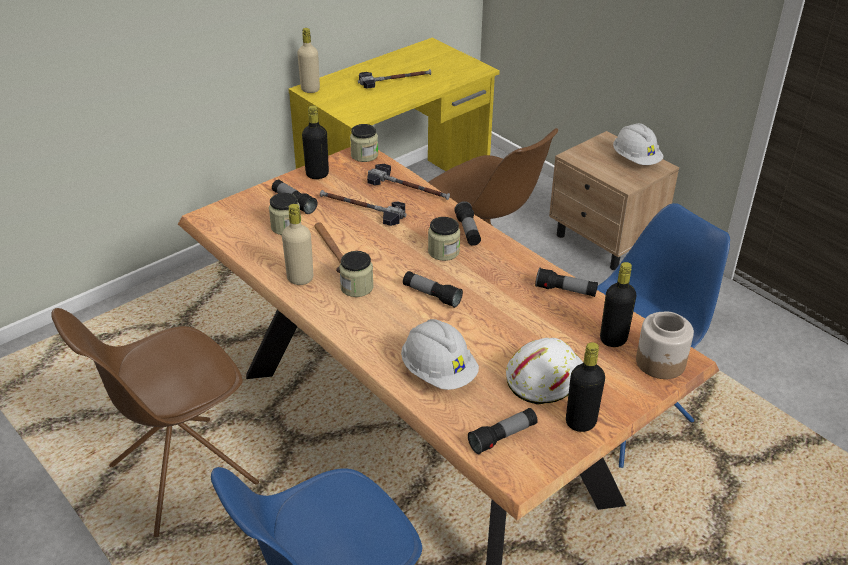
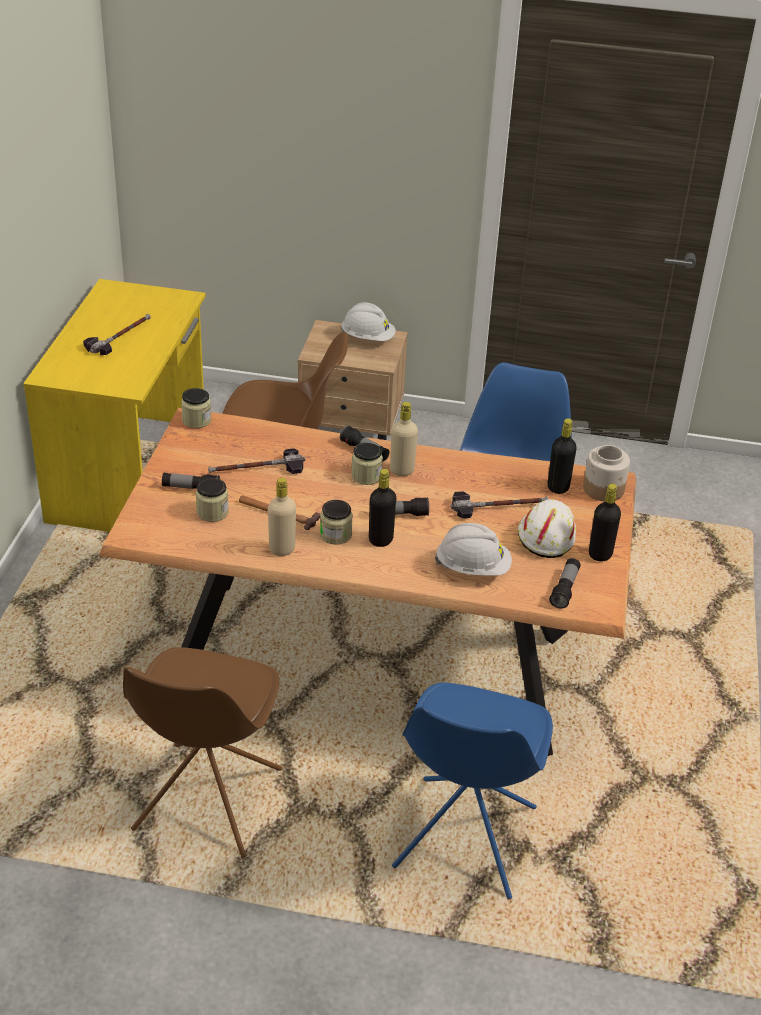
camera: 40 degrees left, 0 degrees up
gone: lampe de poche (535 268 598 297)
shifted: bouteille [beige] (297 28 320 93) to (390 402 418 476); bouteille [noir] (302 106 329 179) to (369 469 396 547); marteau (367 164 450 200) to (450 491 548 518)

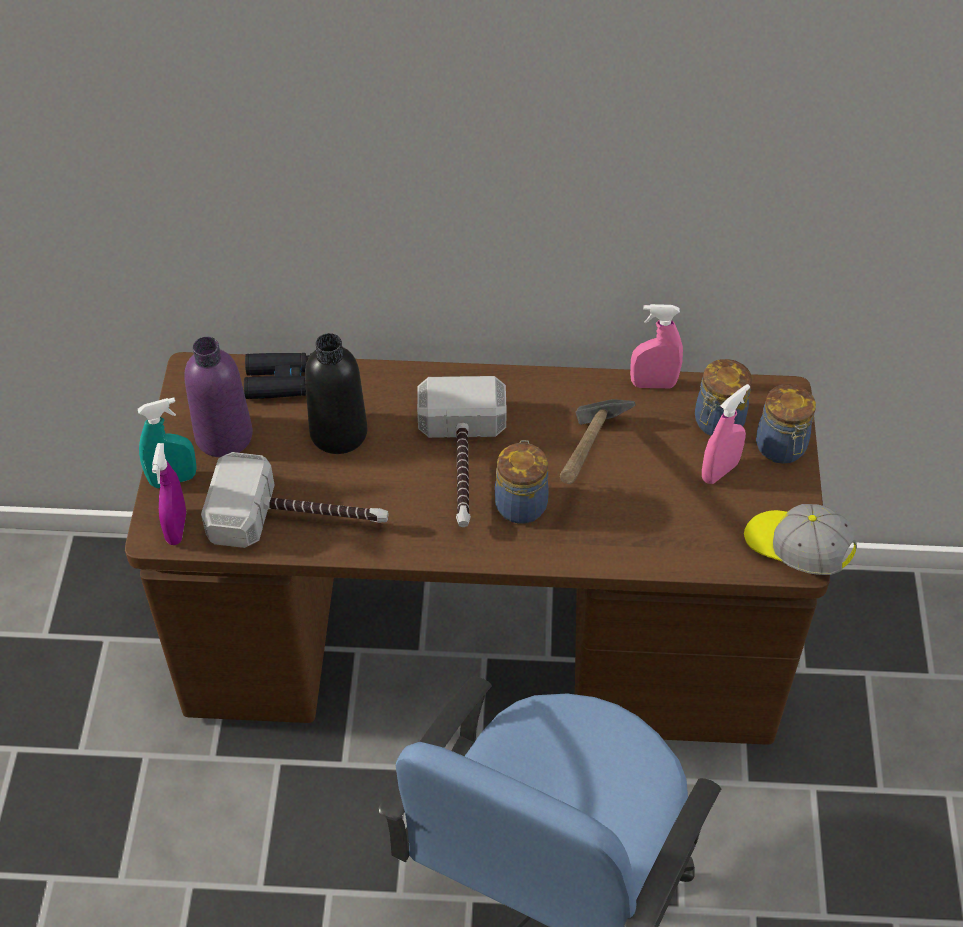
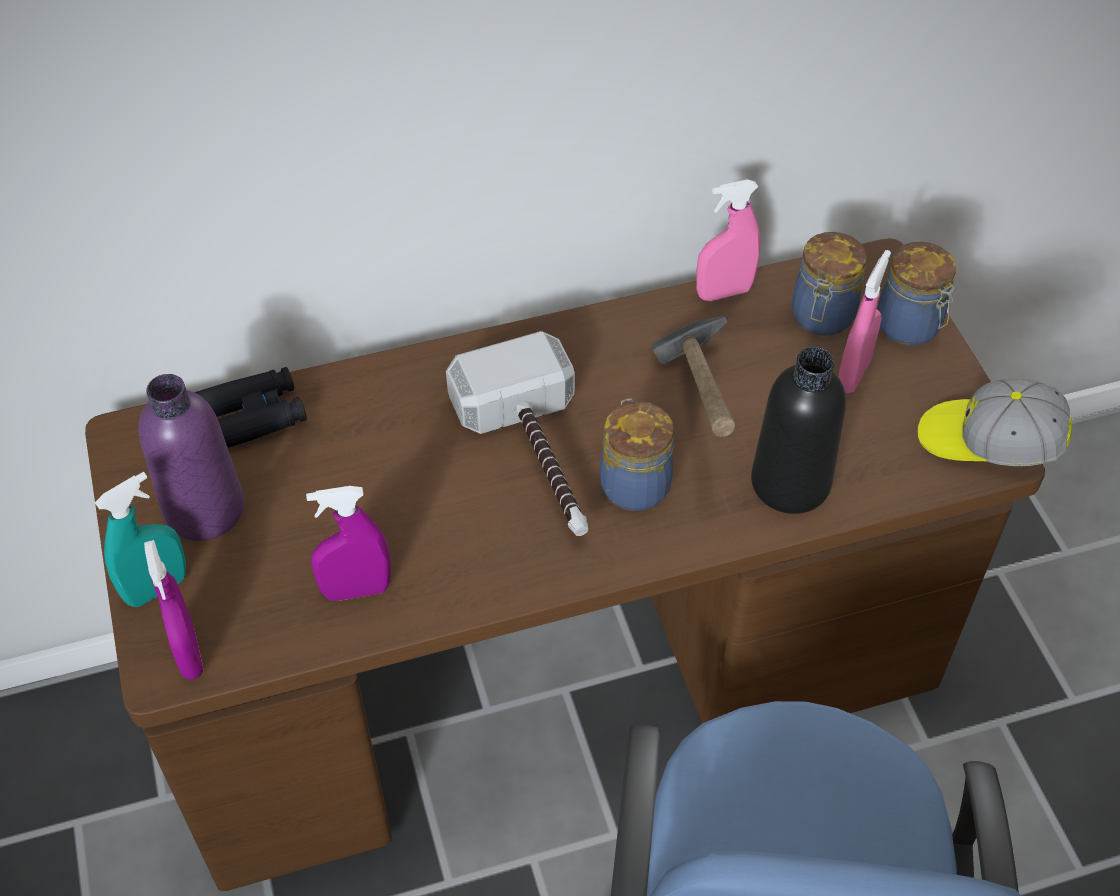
camera: 20 degrees left, 0 degrees up
shifted: bouteille [noir] (305 333 367 454) to (751 347 846 514)
swapped: marteau (201 452 388 548) to vaporisateur [violet] (306 486 391 601)

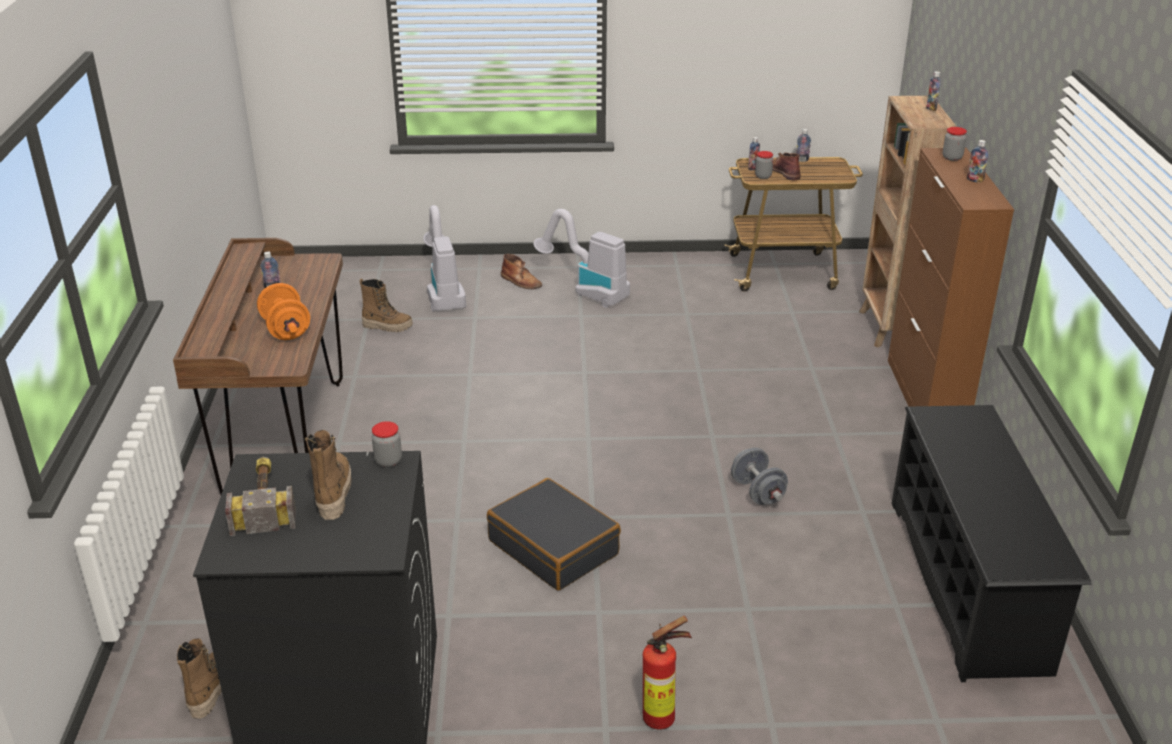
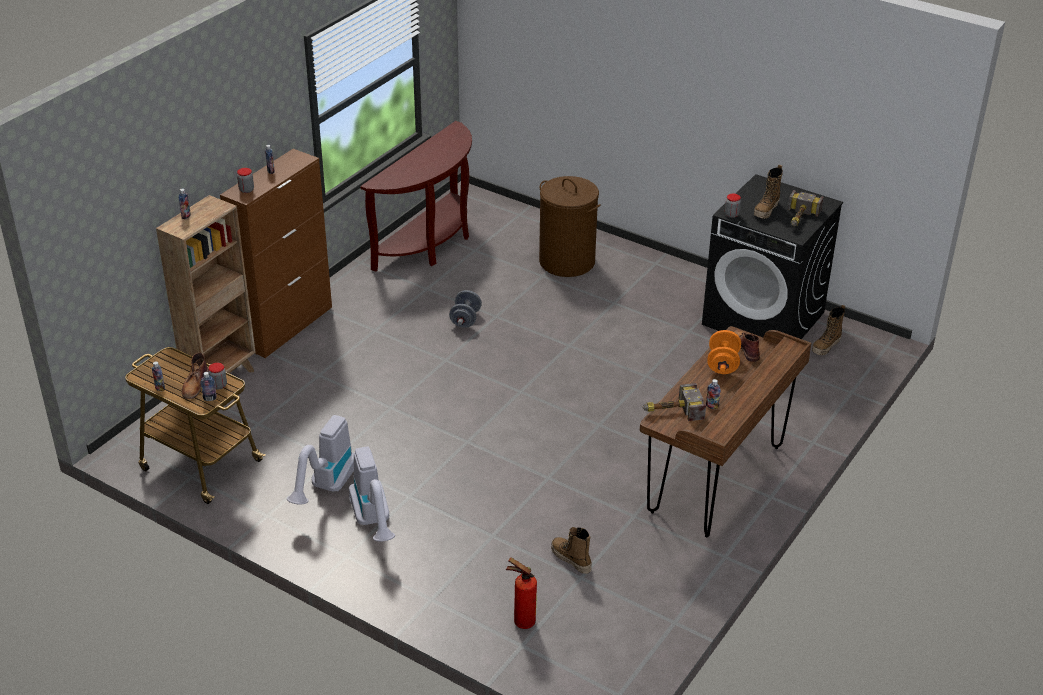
camera: 145 degrees left, 5 degrees up
gone: valise [noir] (487 478 621 591)
new: panier à linge [marron] (539 176 601 277); marteau (642 383 706 421)
shifted: aspirateur (423 205 466 311) to (287 415 354 504); botte [marron] (501 254 542 289) to (733 330 760 362); extincteur (643 616 692 730) to (506 558 537 629)
swapped: étagère à chaussures [noir] (892 405 1091 682) to table console [marron] (360 121 472 272)

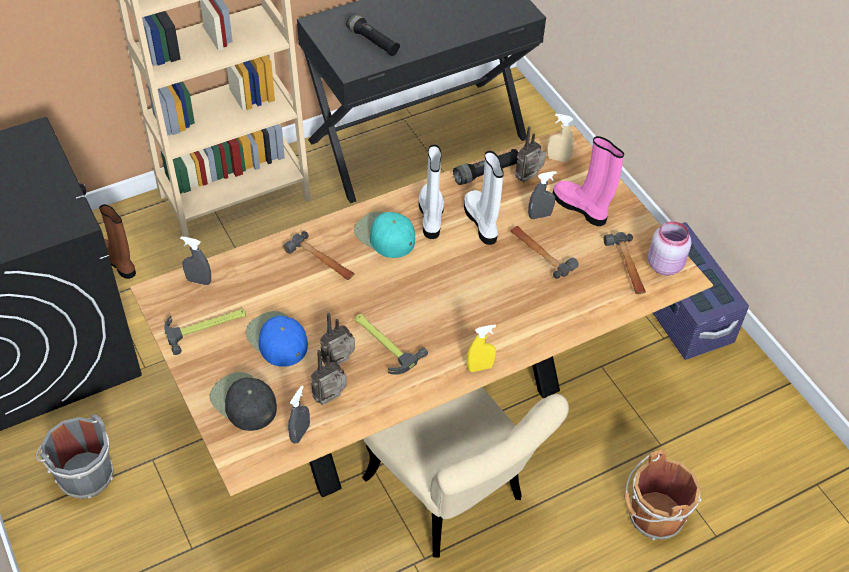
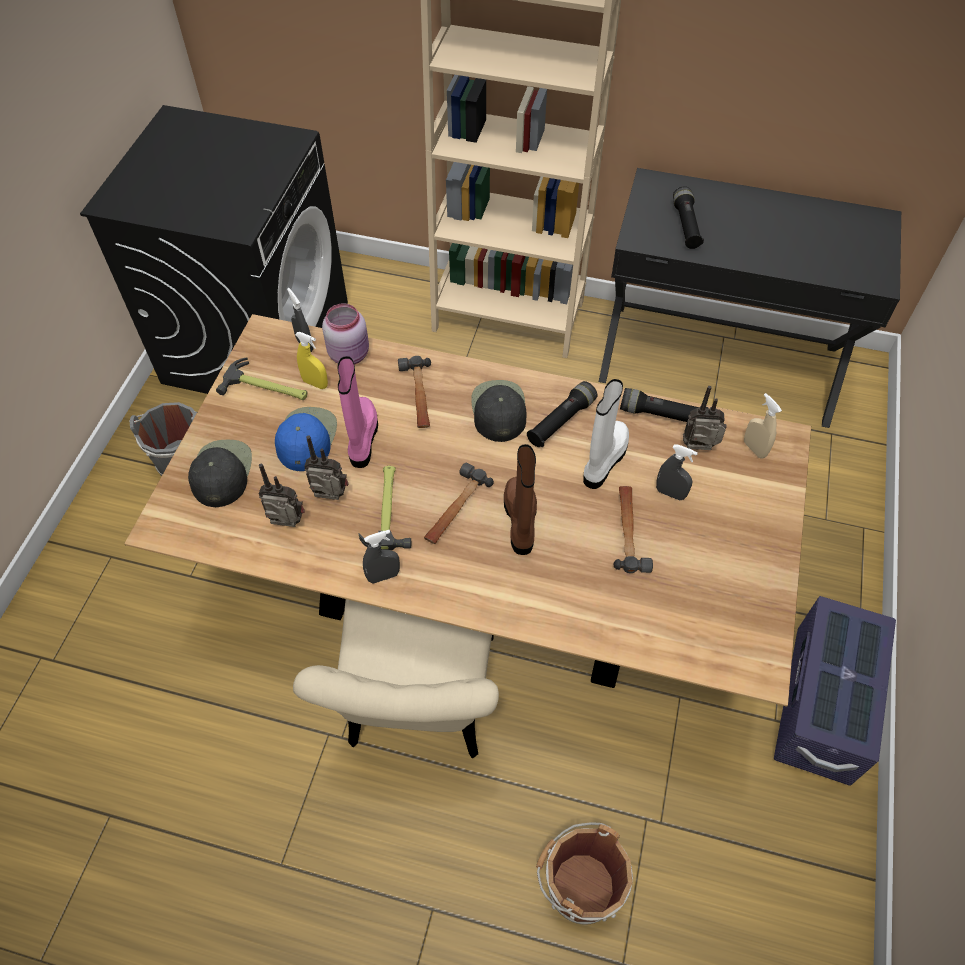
camera: 45 degrees right, 5 degrees up
shifted: botte [marron] (99 204 136 279) to (504 444 537 555); vaporisateur [gris] (288 386 310 444) to (363 530 400 584); vaporisateur [jaune] (467 324 496 372) to (295 332 328 389); botte [rose] (553 136 624 226) to (337 356 378 468); marteau (604 232 646 294) to (424 463 494 544); bocal [rose] (648 221 692 276) to (322 304 369 365)
swapped: botte [blanc] (419 145 444 239) to lampe de poche [noir] (527 381 597 447)
repainted: casquette [turquoise] (354 211 415 258) to casquette [noir] (471 380 527 442)

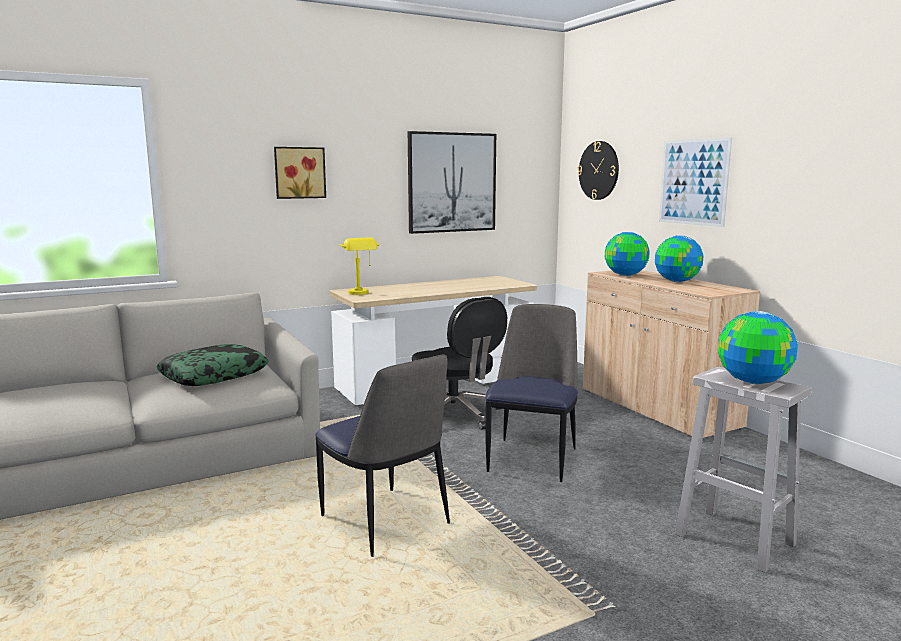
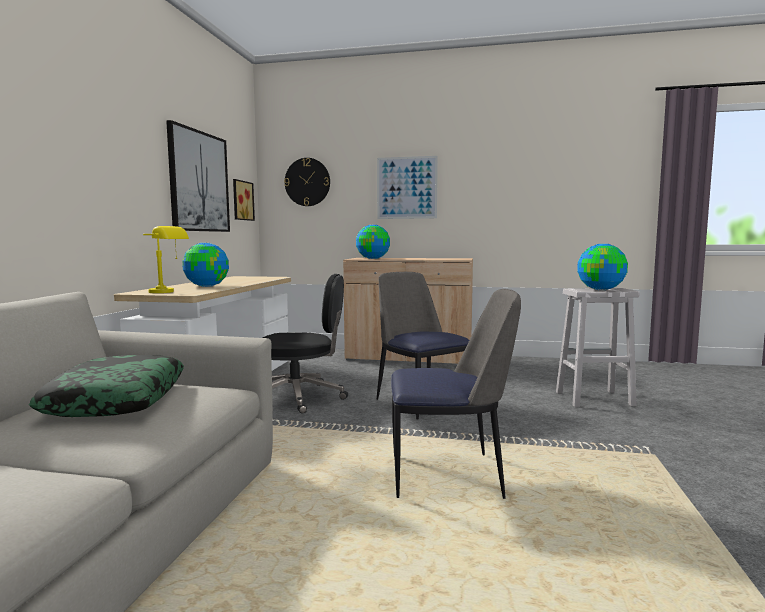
camera: 50 degrees left, 5 degrees down
shifted: tableau (274 147 326 199) to (233 179 255 221); globe (655 236 704 282) to (182 243 229 287)

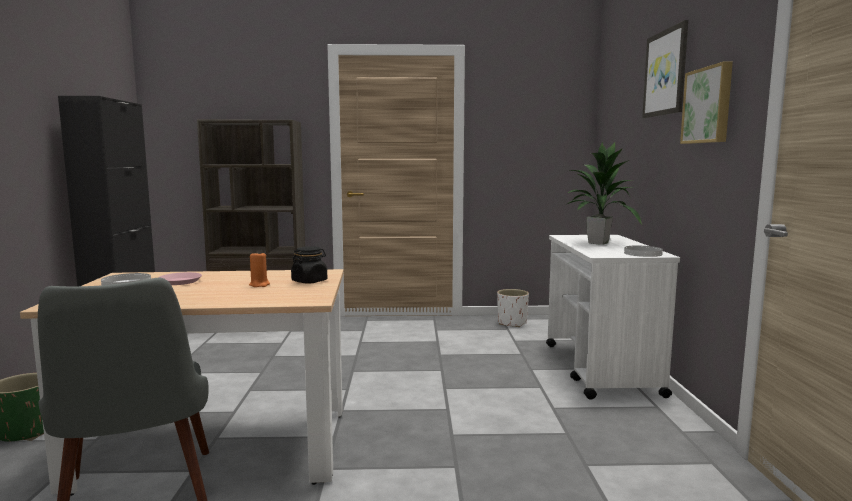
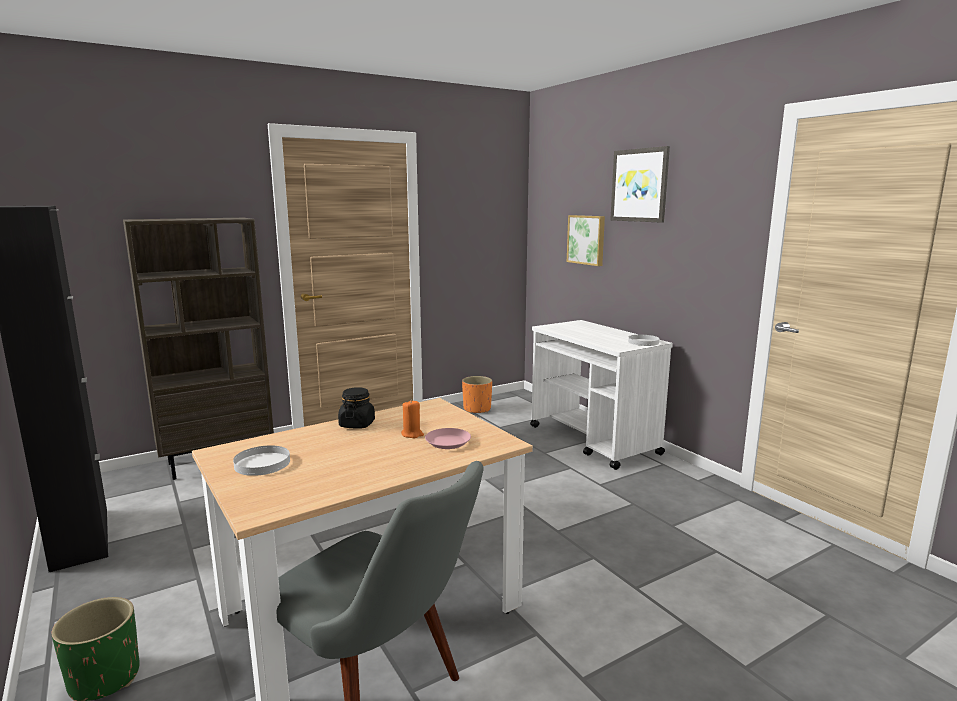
camera: 30 degrees left, 5 degrees up
gone: plante en pot (565 142 642 245)
shifted: assiette [rose] (158 272 202 285) to (425 428 471 449); bocal [noir] (291 246 327 283) to (338 387 375 429); tableau (680 62 733 144) to (567 215 605 266)
repainted: cache-pot [blanc] (497 289 529 327) to cache-pot [orange] (462 376 492 413)

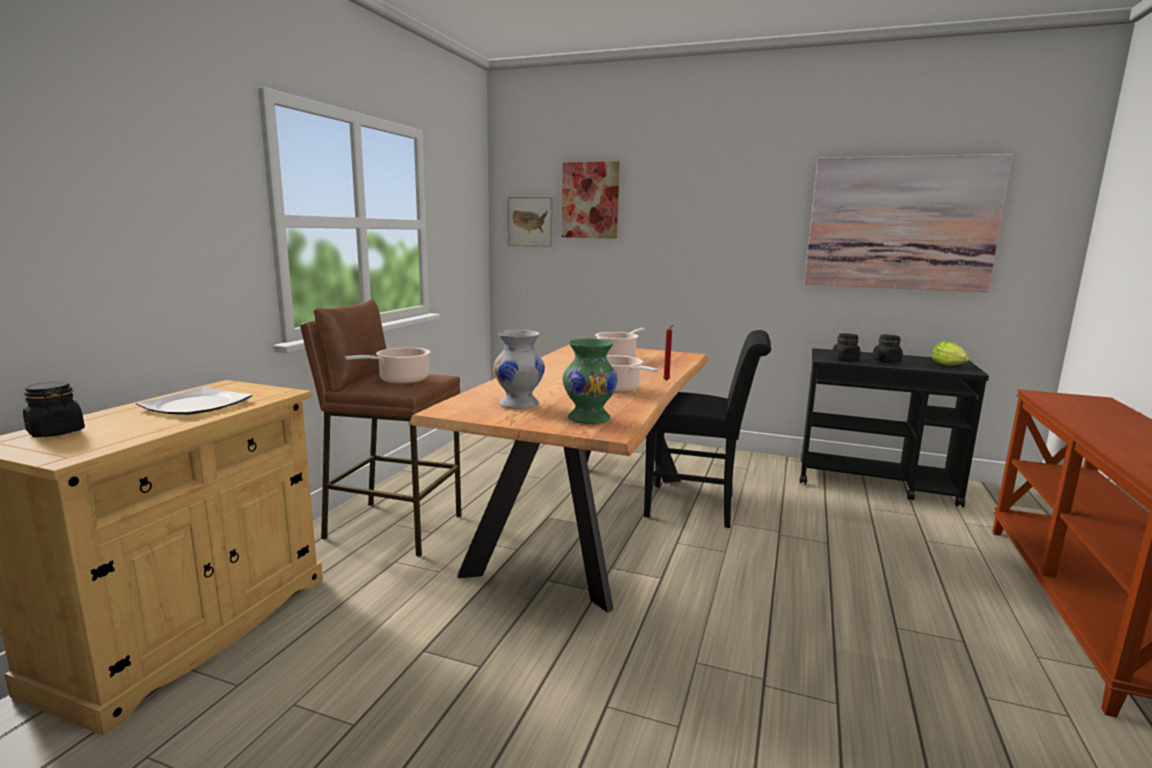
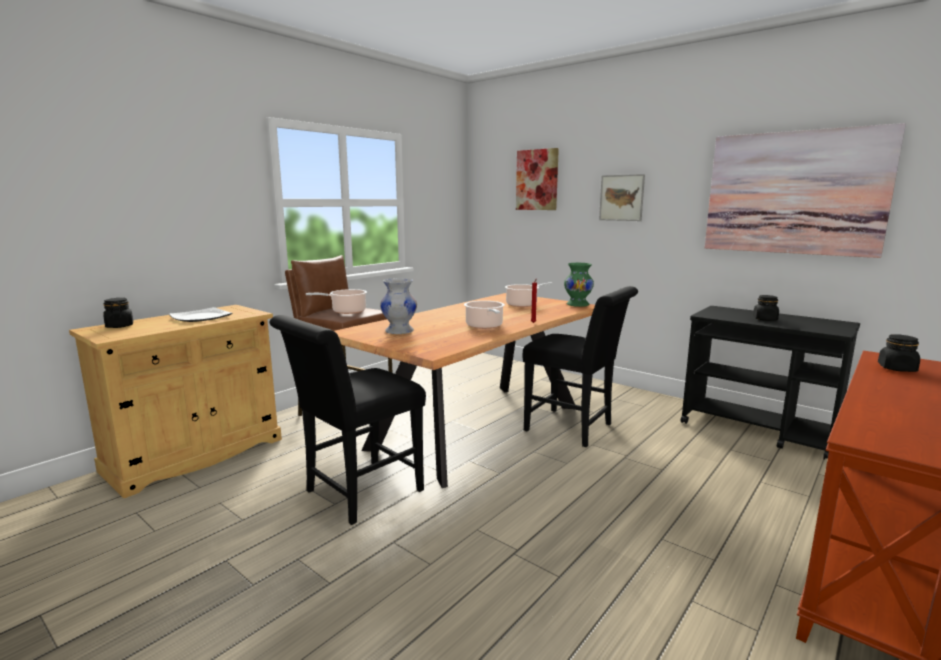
camera: 20 degrees right, 0 degrees up
gone: laitue (932 341 970 366)
new: chaise [noir] (270 315 426 525)
shifted: tableau (507 197 553 247) to (599 174 645 221); vase [vert] (563 339 618 424) to (564 263 594 307); bocal [noir] (832 333 860 361) to (878 334 920 372)

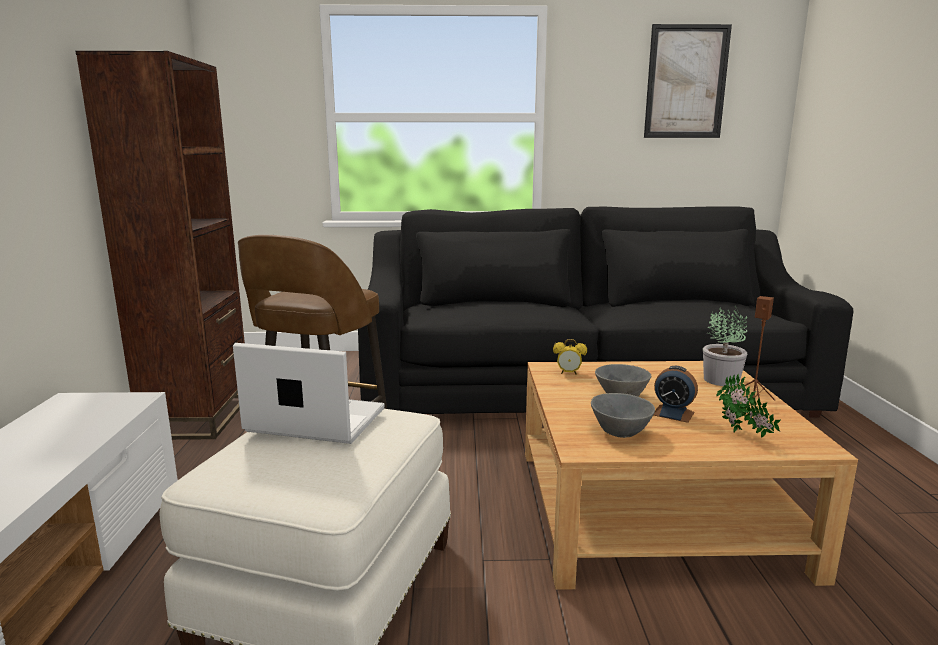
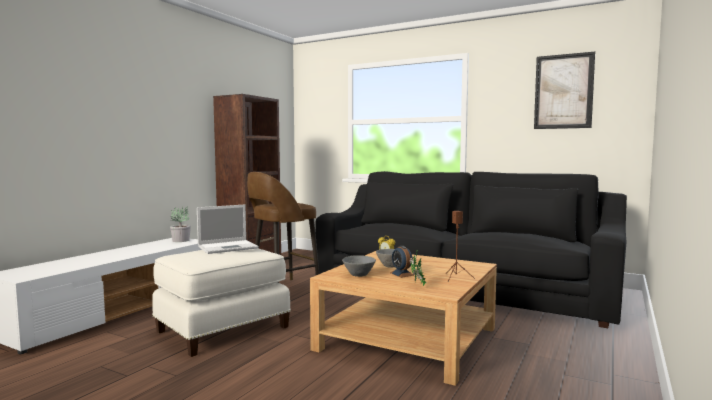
camera: 30 degrees right, 10 degrees down
shifted: plante en pot (703 306 747 386) to (170 206 191 242)
rotated: ordinateur portable (233 343 385 444) = (197 205 259 254) 105 degrees clockwise

